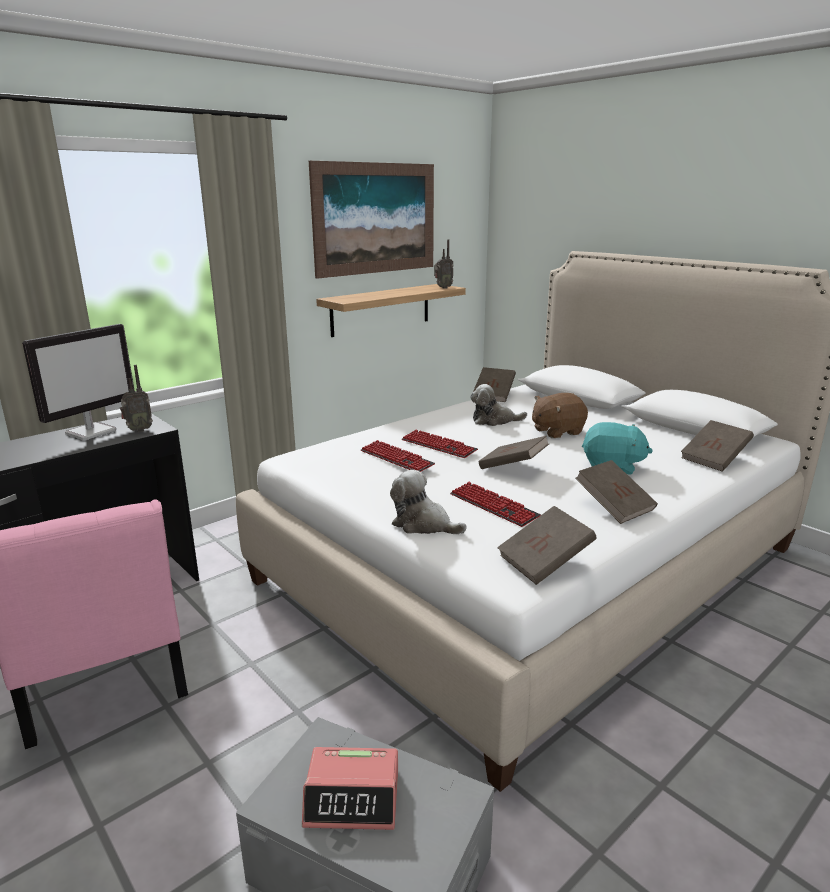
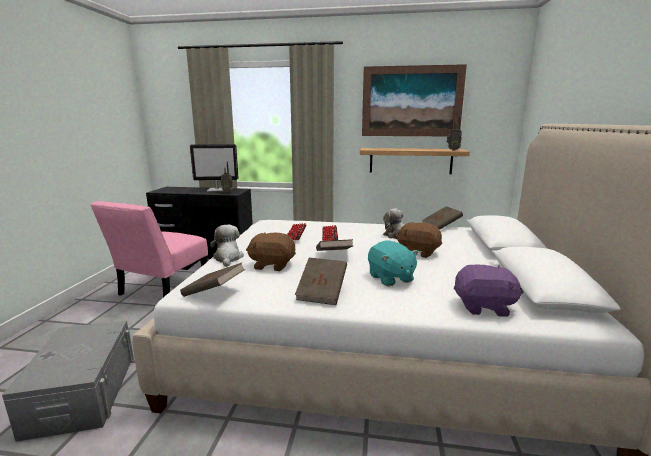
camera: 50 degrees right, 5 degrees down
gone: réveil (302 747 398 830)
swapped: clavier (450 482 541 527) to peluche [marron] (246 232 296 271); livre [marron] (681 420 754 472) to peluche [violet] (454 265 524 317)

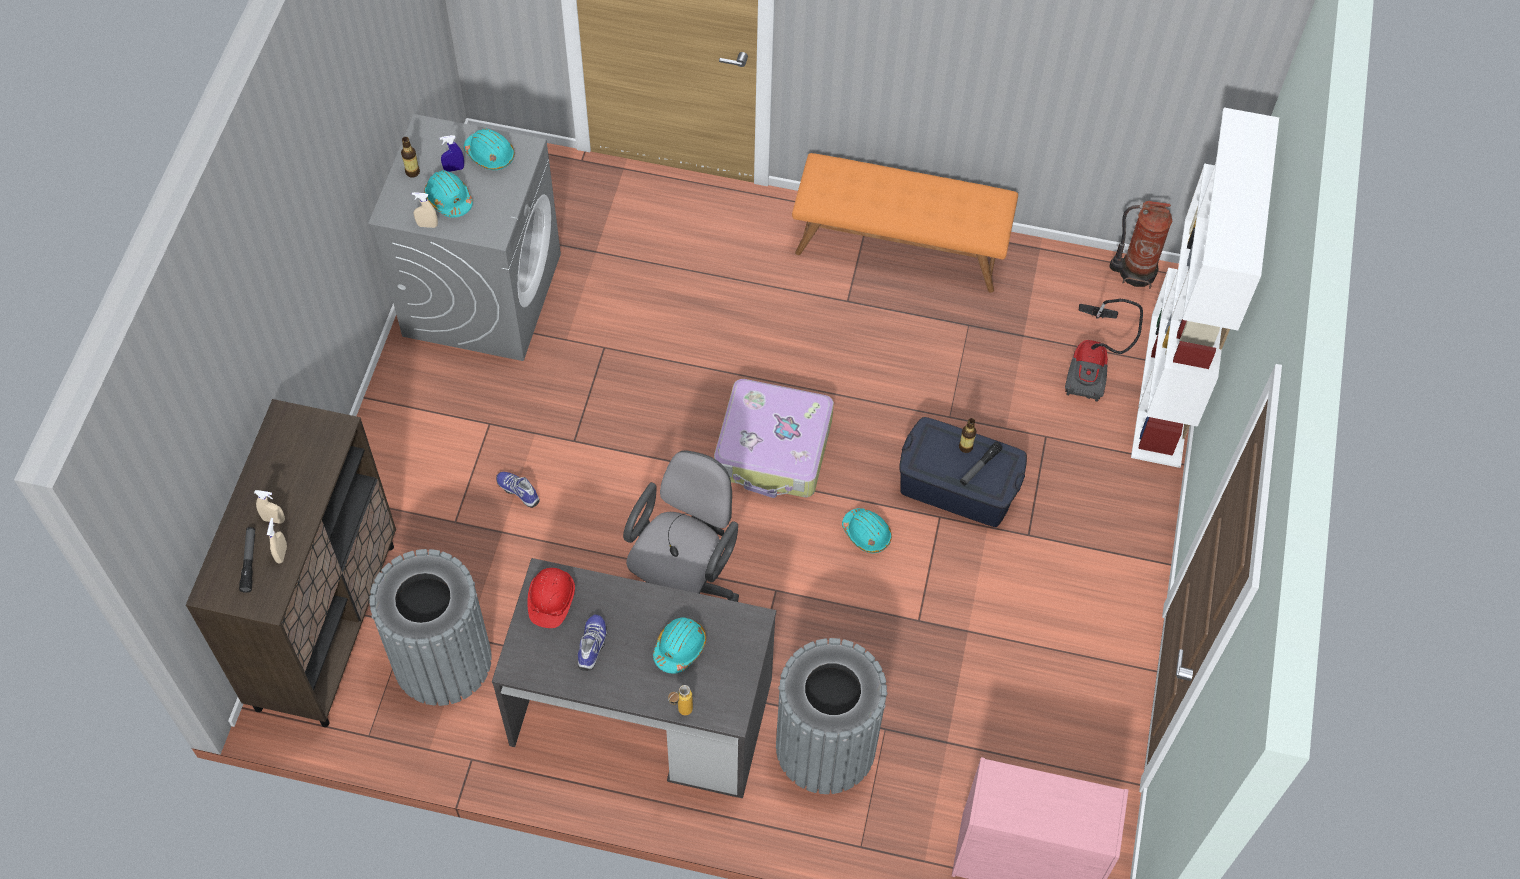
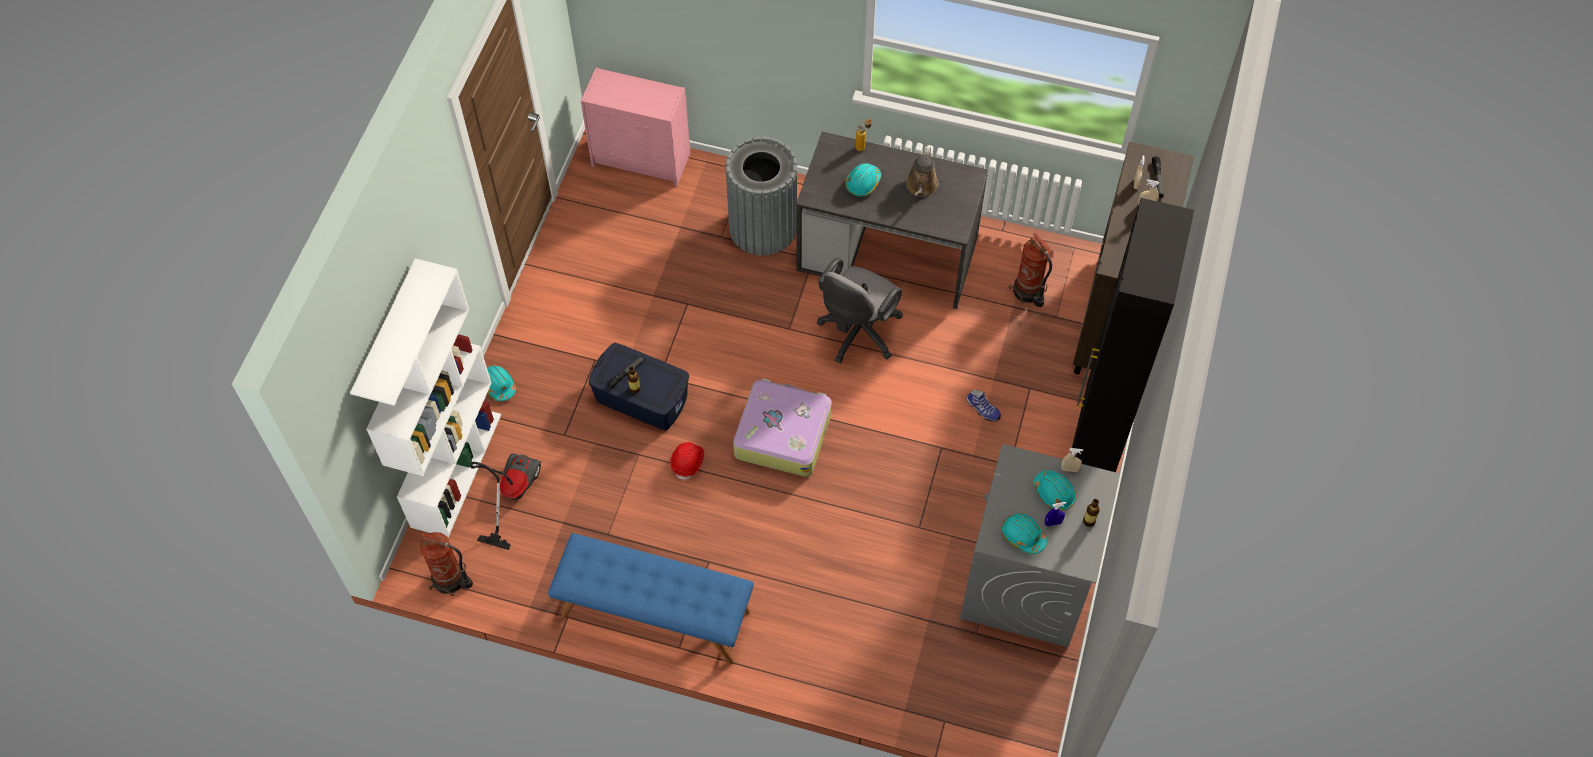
camera: 175 degrees left, 0 degrees up
new: meuble de rangement [noir] (1072 198 1194 472)
shifted: casque de chantier [rouge] (527 568 575 628) to (670 442 704 481); casque de chantier [turquoise] (842 508 892 553) to (487 365 516 401)
swapped: poubelle [gris] (370 549 492 706) to extincteur (1009 233 1052 307); chaussure (578 614 607 671) to arrosoir [marron] (906 146 939 197)
repainted: banc [orange] (792 153 1018 293) to banc [bleu] (548 533 754 665)

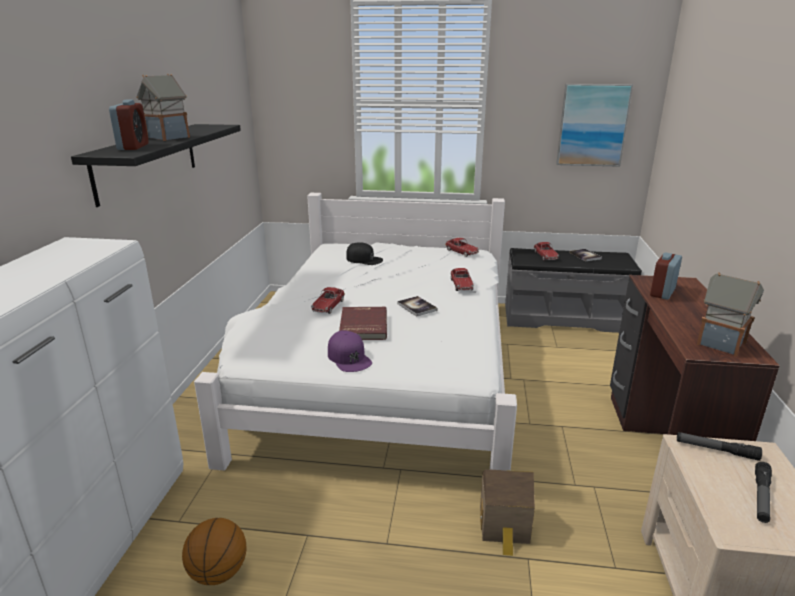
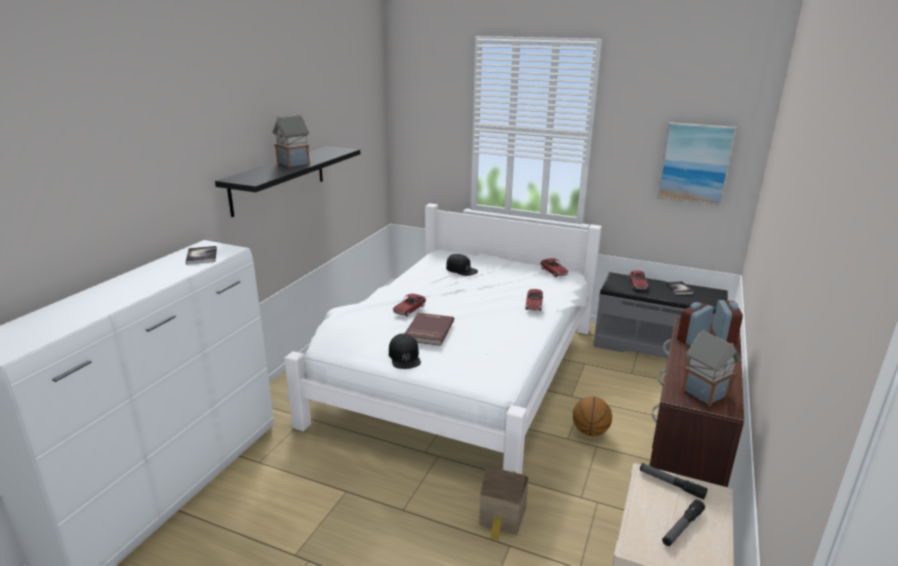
camera: 15 degrees right, 0 degrees up
shifted: réveil (109 100 149 150) to (712 300 743 345); ballon de basket (182 518 246 585) to (573 396 612 436); livre (397 296 438 316) to (185 246 217 265)
repainted: casquette [violet] (328 330 372 372) to casquette [noir] (389 333 421 369)

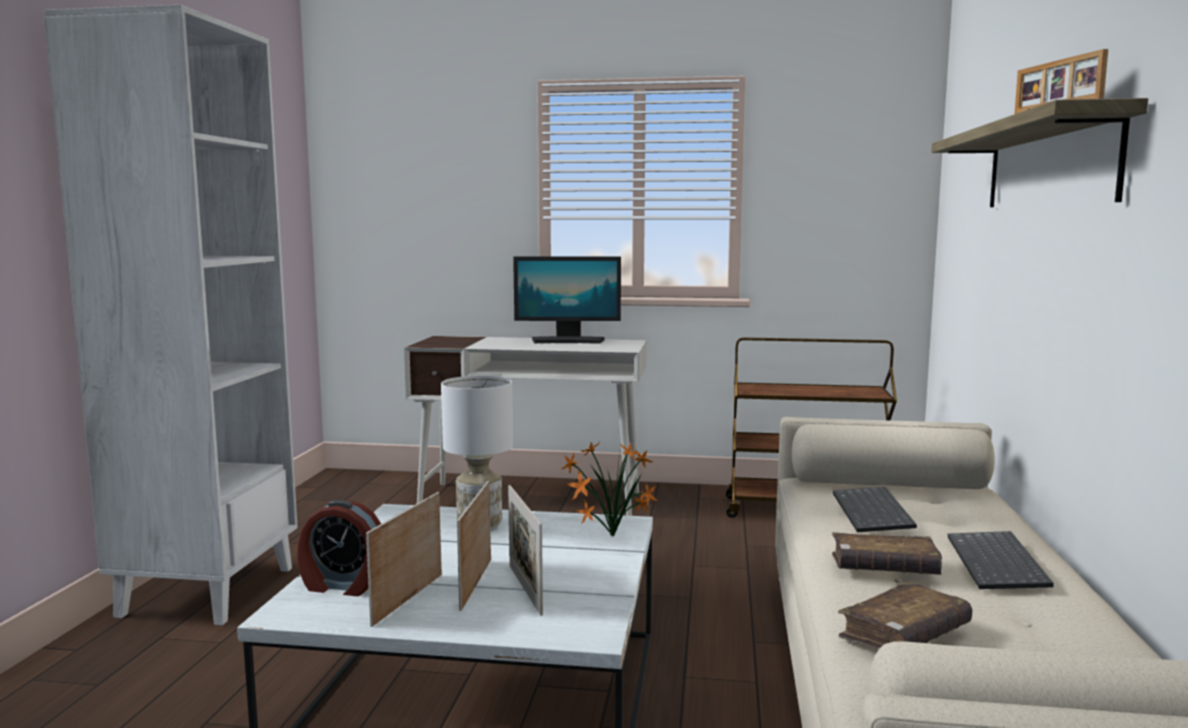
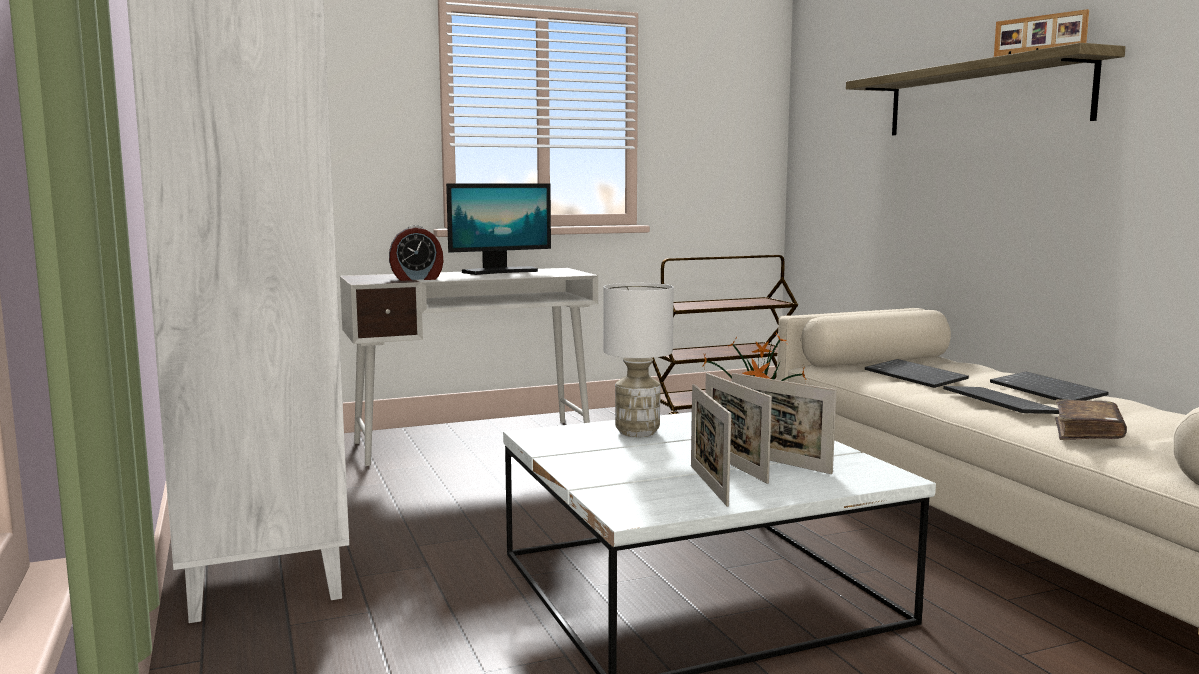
camera: 30 degrees left, 0 degrees up
shifted: réveil (297 500 381 596) to (389 225 444 281)
swapped: livre [marron] (832 532 942 575) to clavier (943 386 1059 414)

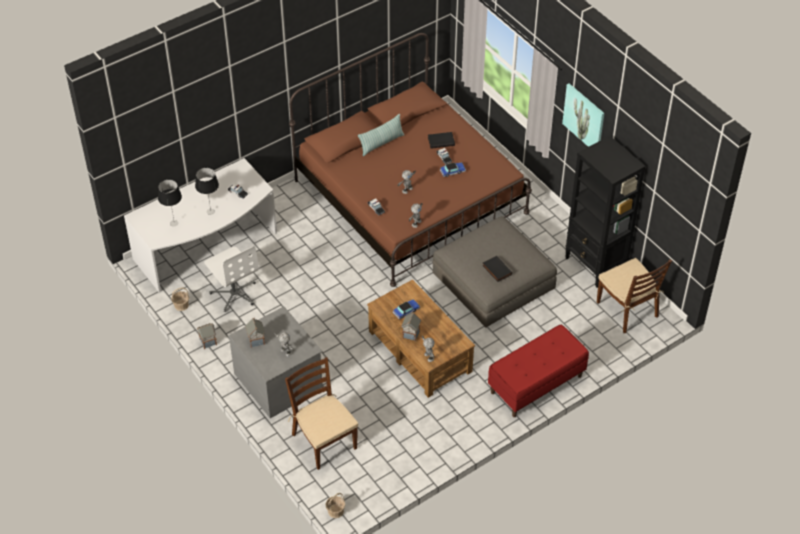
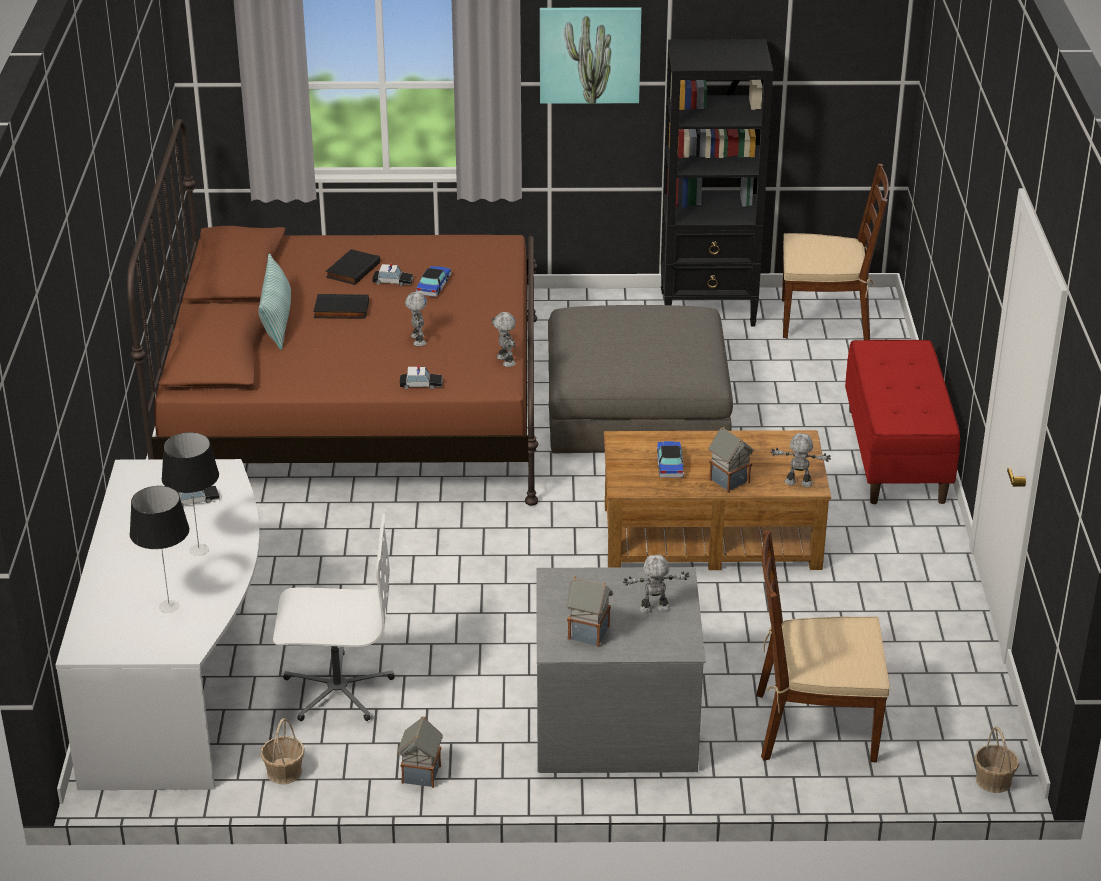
camera: 55 degrees left, 15 degrees down
shifted: livre [noir] (482 256 512 282) to (313 294 369 319)

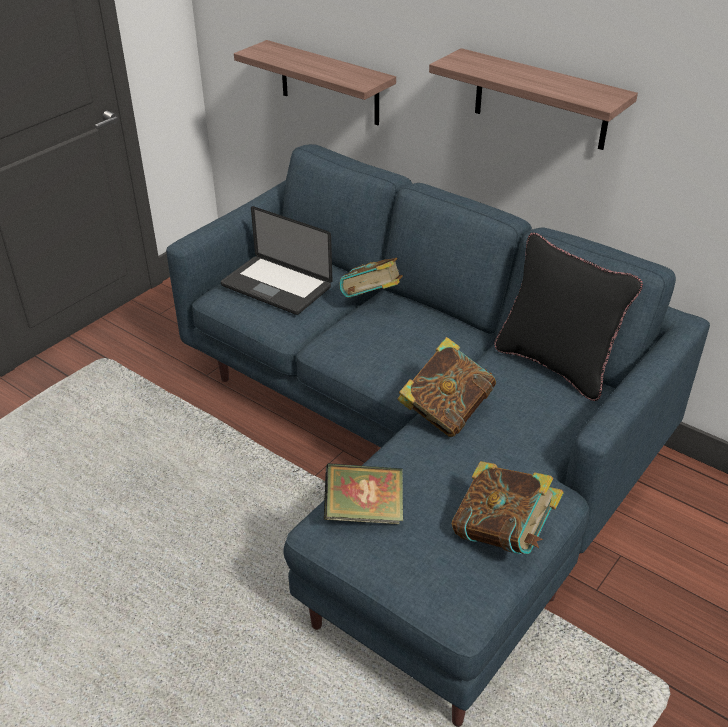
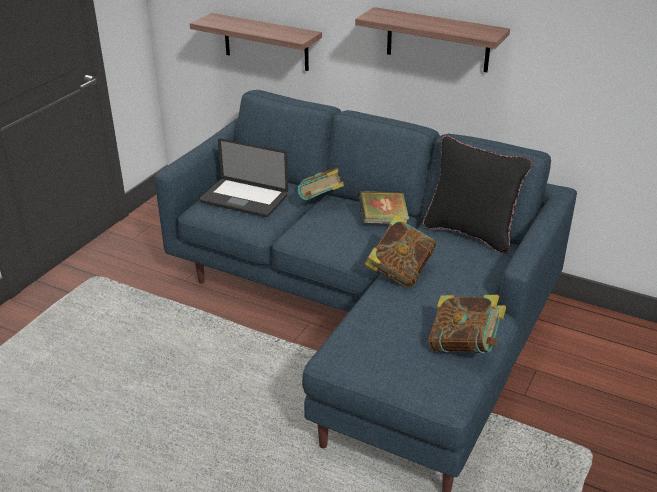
camera: 10 degrees left, 5 degrees down
shifted: livre (324 463 403 524) to (358 191 409 224)

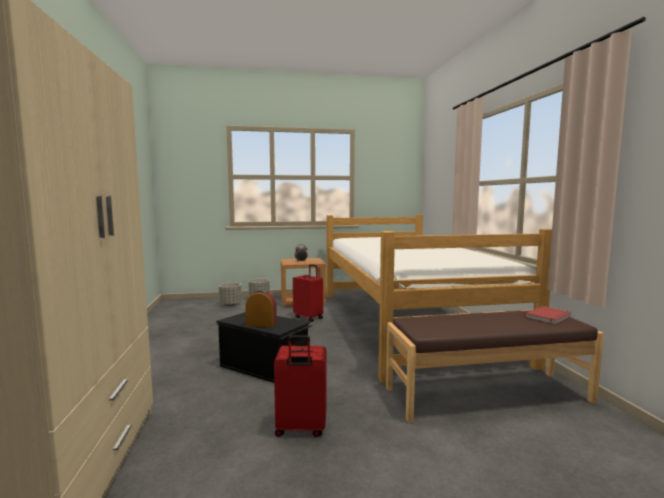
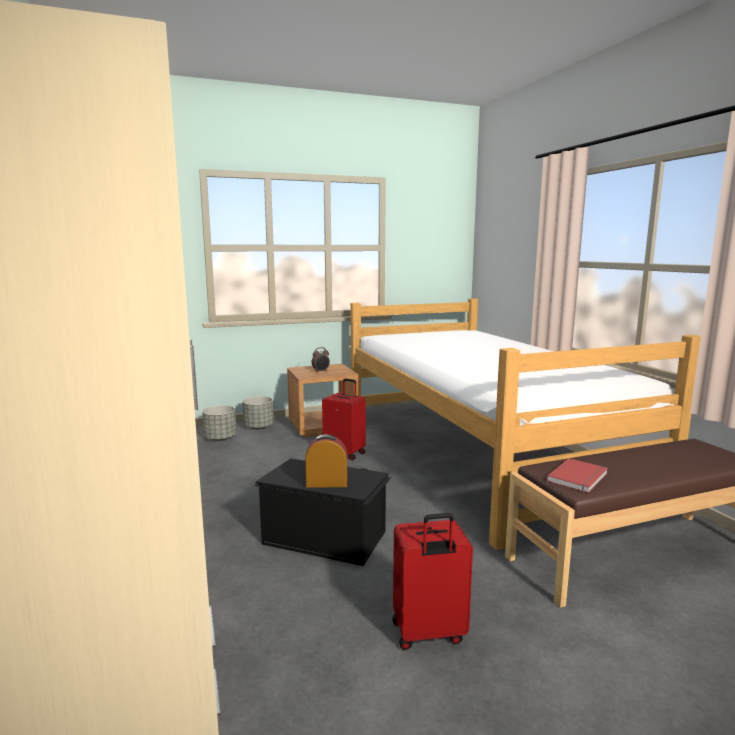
camera: 10 degrees left, 5 degrees up
shifted: livre [rouge] (525 306 571 324) to (547 458 608 493)

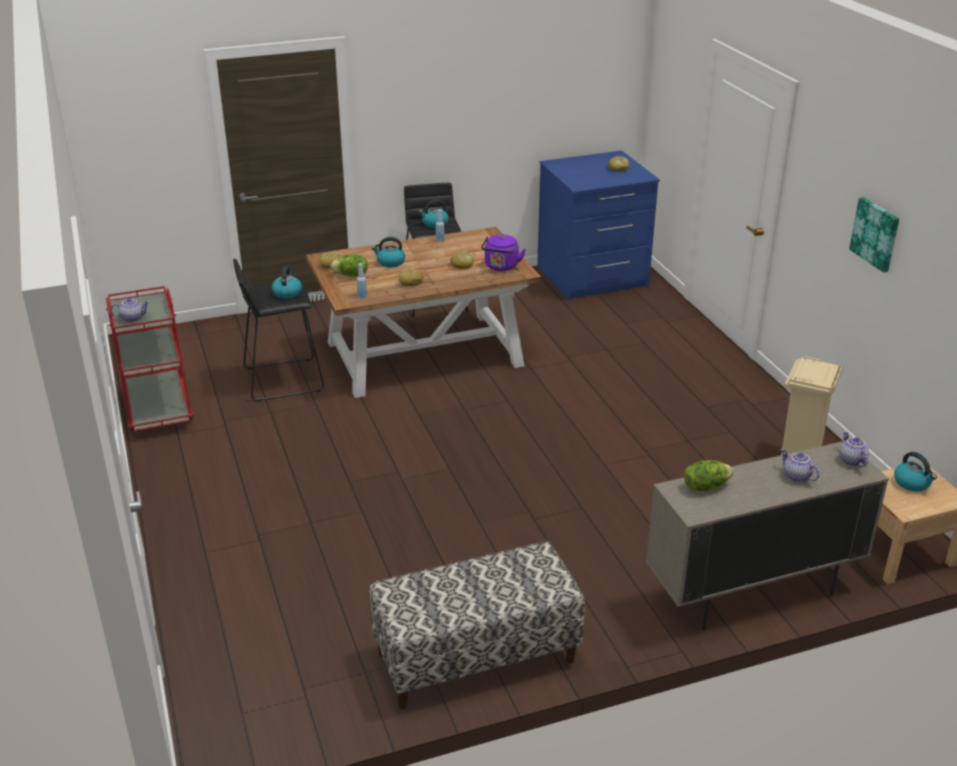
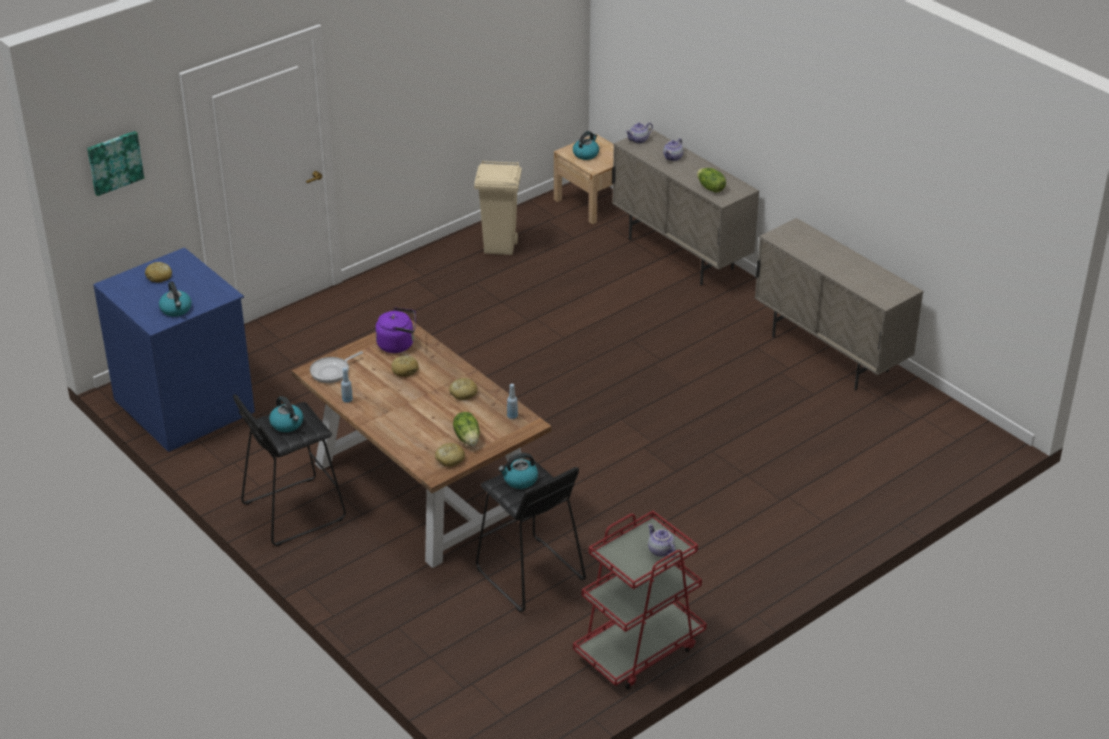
camera: 110 degrees left, 5 degrees up
new: poêle (310 351 363 383)
shifted: bouilloire (372 237 405 267) to (159 281 192 317); tableau (849 197 899 273) to (87 131 144 196)
swapped: banc (369 542 585 709) to meuble de rangement [beige] (755 218 923 390)

